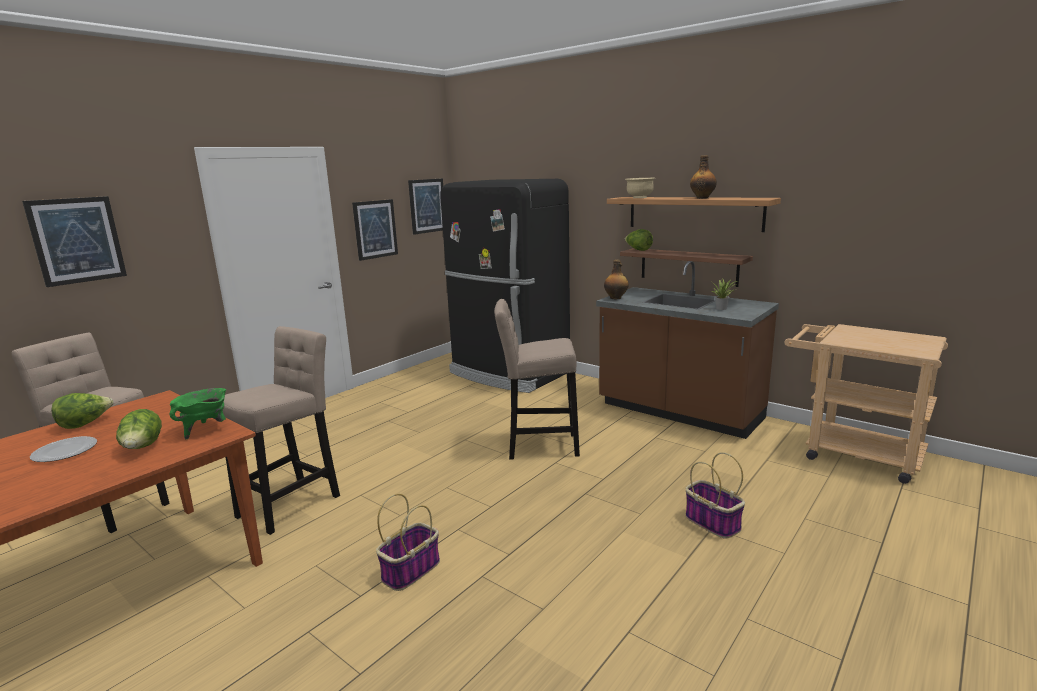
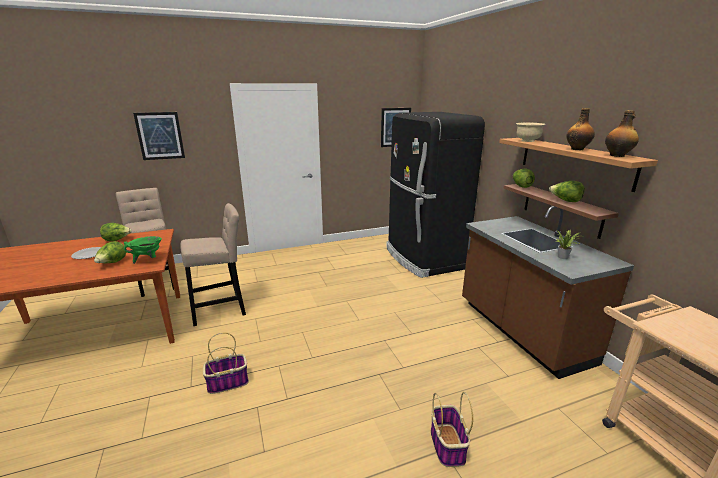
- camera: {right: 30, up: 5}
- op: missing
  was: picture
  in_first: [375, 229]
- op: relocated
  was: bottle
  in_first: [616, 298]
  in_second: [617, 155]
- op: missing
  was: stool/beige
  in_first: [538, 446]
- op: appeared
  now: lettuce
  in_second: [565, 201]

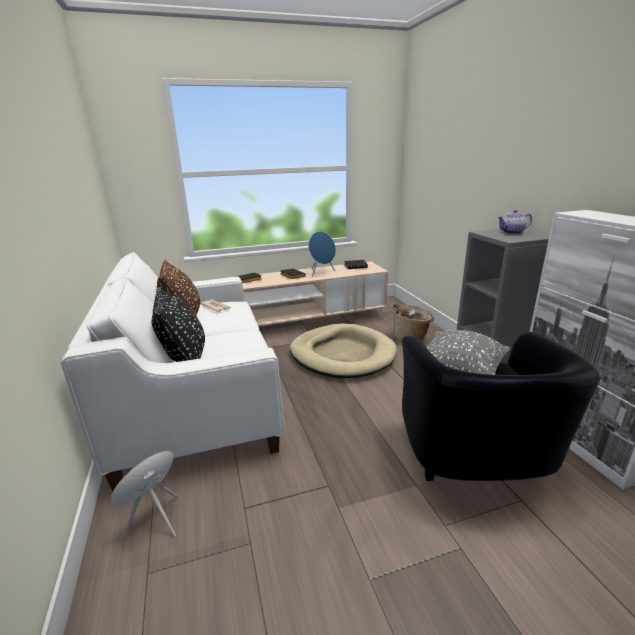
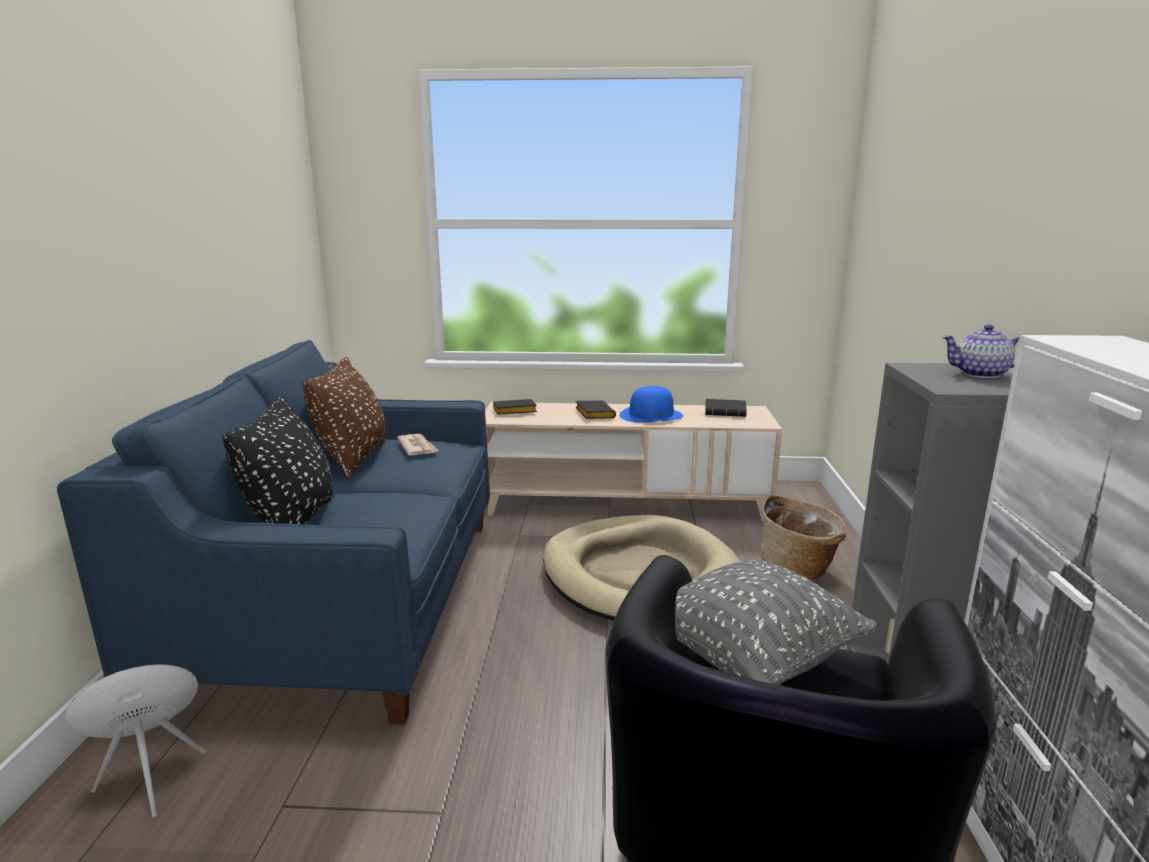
- camera: {right: 20, up: -5}
- op: exchanged
  was: speaker/blue
  now: hat/blue
  in_first: [321, 273]
  in_second: [651, 415]
- op: colour
  was: sofa/white
  now: sofa/blue
  in_first: [196, 400]
  in_second: [346, 601]

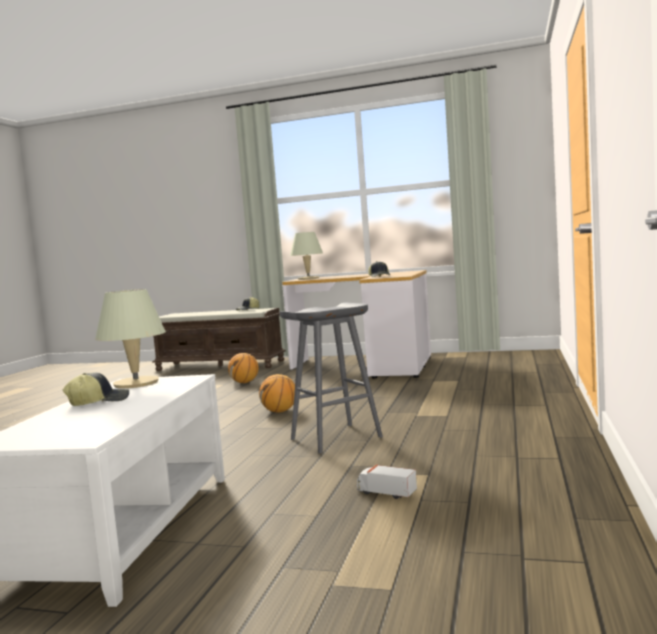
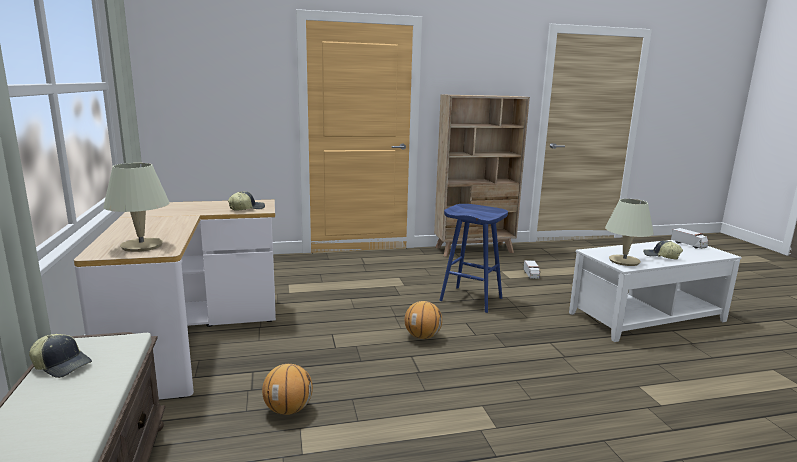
- camera: {right: -120, up: 10}
- op: colour
  was: stool/grey
  now: stool/blue
  in_first: [335, 438]
  in_second: [472, 299]
- op: appeared
  now: bookcase/beige
  in_second: [474, 250]
- op: appeared
  now: toy truck
  in_second: [689, 245]

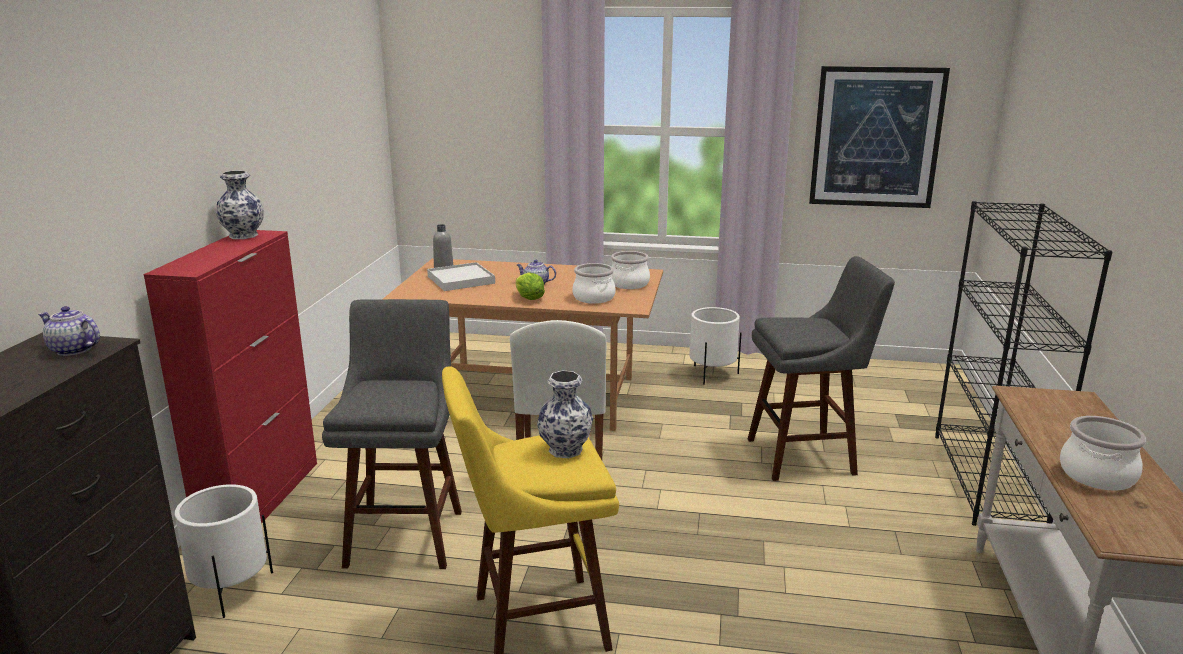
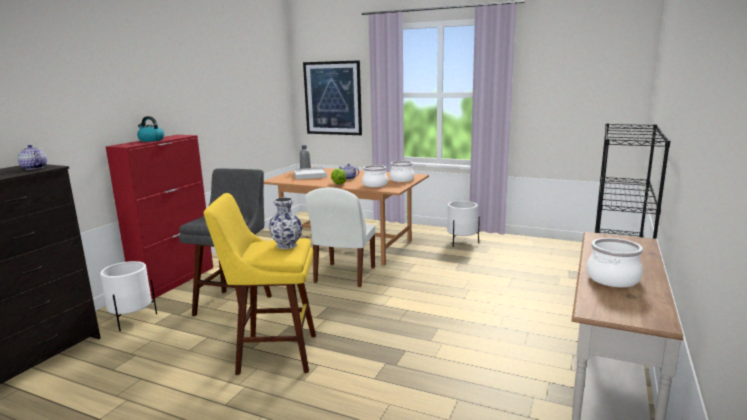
- camera: {right: 15, up: -5}
- op: relocated
  was: picture
  in_first: [876, 137]
  in_second: [332, 98]
- op: missing
  was: vase
  in_first: [243, 236]
- op: missing
  was: stool/grey
  in_first: [806, 456]
- op: appeared
  now: kettle
  in_second: [151, 140]

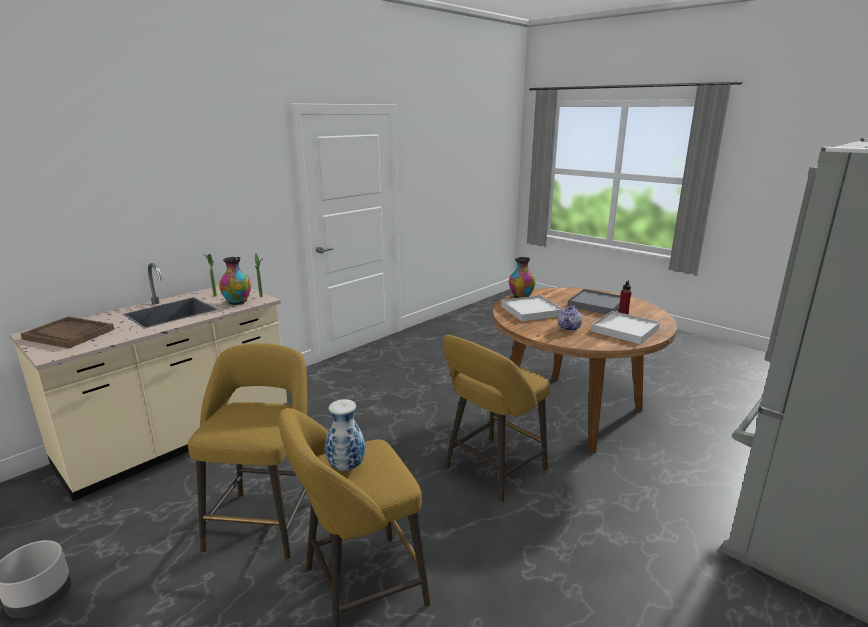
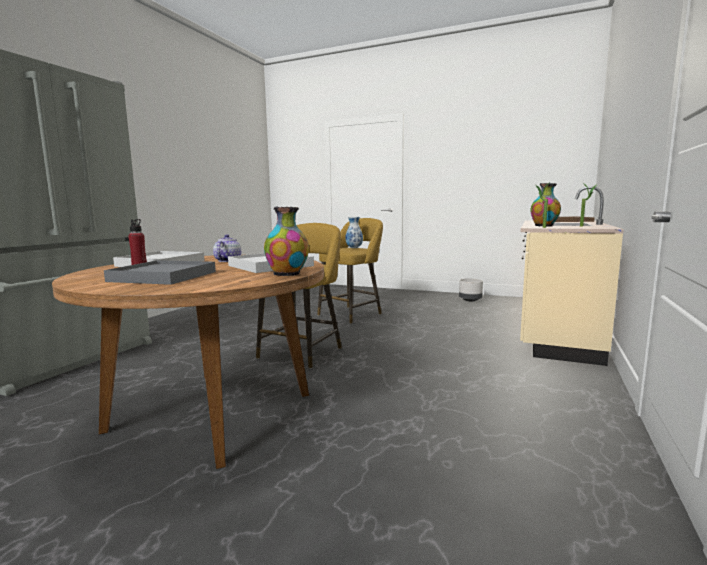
- camera: {right: 160, up: -10}
- op: missing
  was: stool/yellow
  in_first: [265, 520]

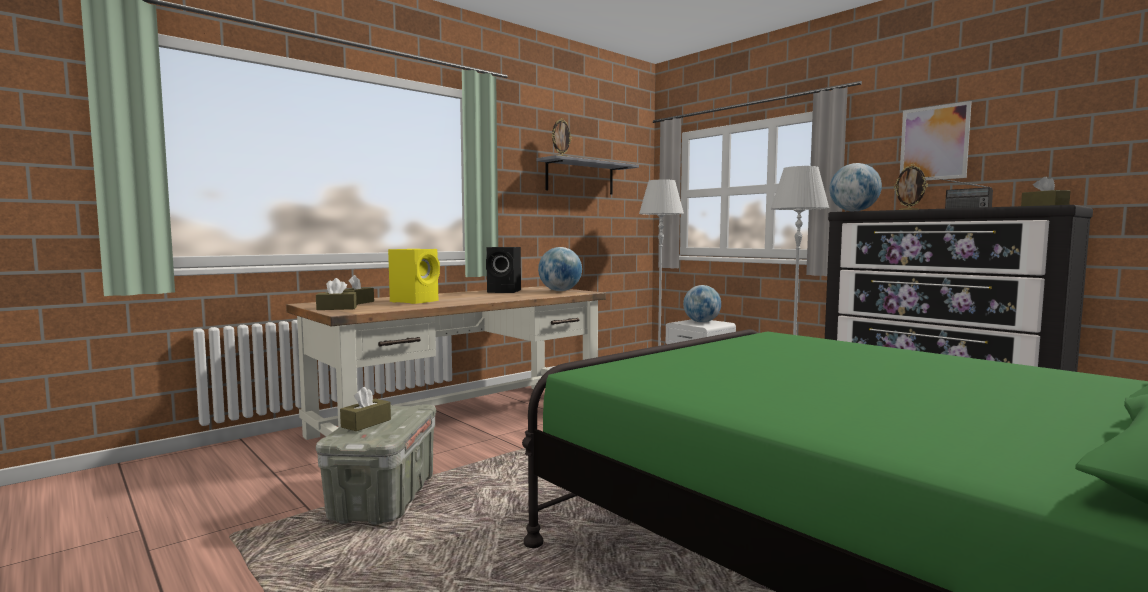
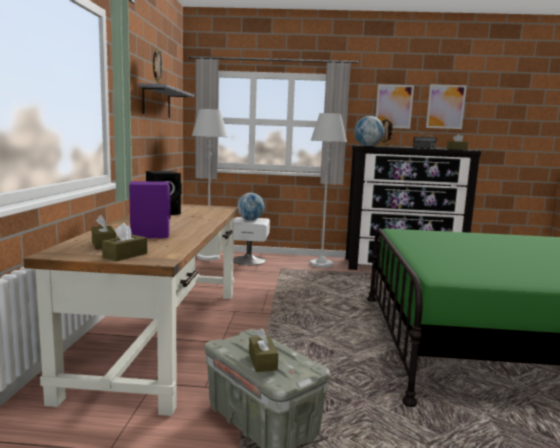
- camera: {right: -45, up: 5}
- op: missing
  was: globe
  in_first: [560, 291]
- op: colour
  was: speaker/yellow
  now: speaker/purple
  in_first: [416, 301]
  in_second: [150, 234]
- op: appeared
  now: picture
  in_second: [445, 106]

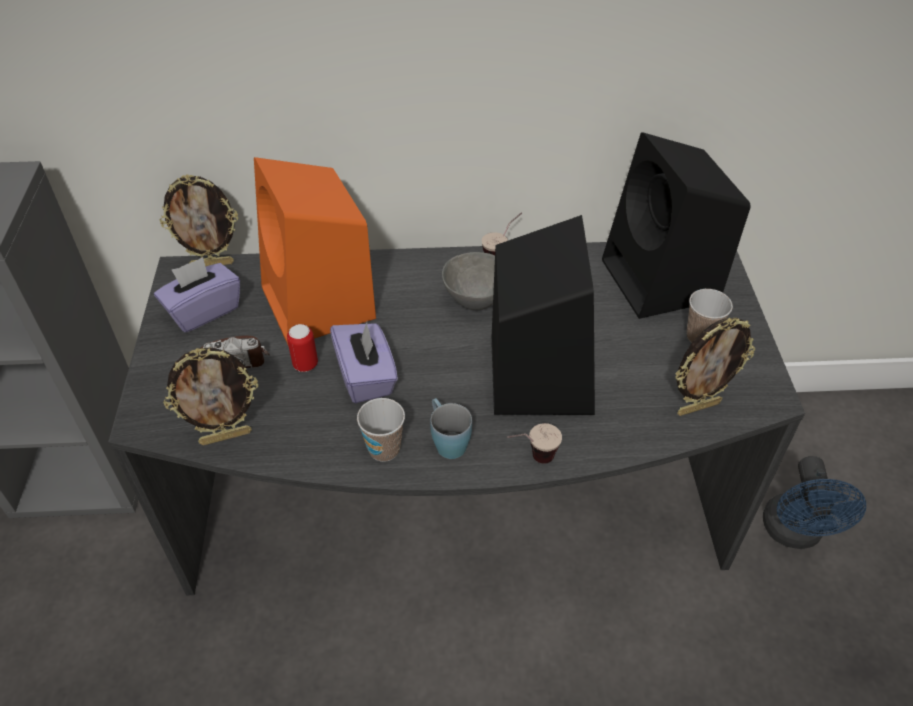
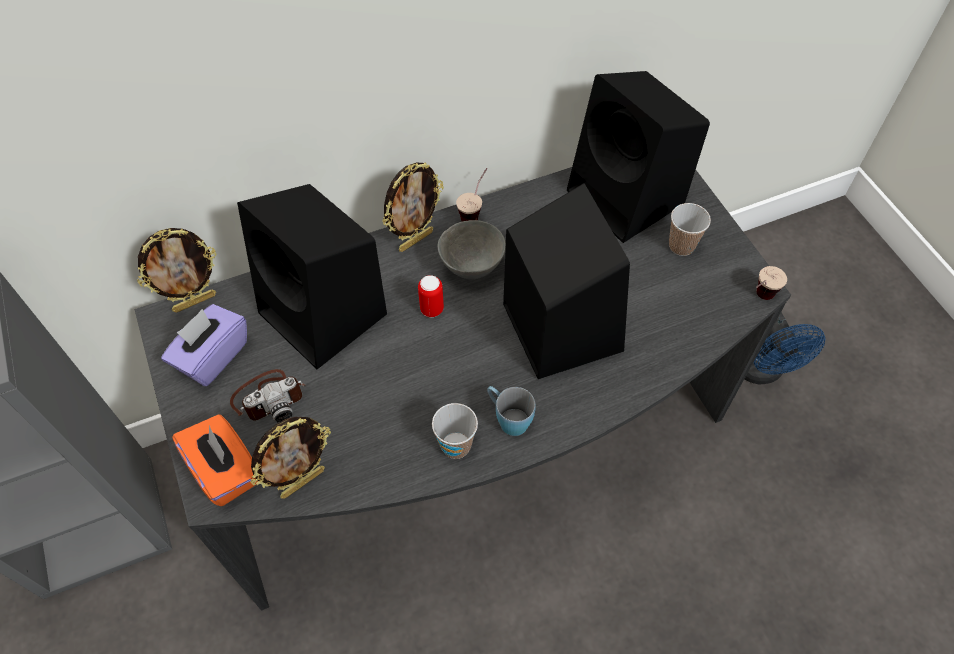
- camera: {right: -20, up: 10}
- op: colour
  was: speaker/orange
  now: speaker/black
  in_first: [320, 304]
  in_second: [326, 315]
- op: relocated
  was: picture frame
  in_first: [698, 407]
  in_second: [415, 240]
- op: missing
  was: tissue box/purple
  in_first: [366, 377]
- op: relocated
  was: can
  in_first: [305, 364]
  in_second: [432, 309]
- op: relocated
  was: cup
  in_first: [531, 459]
  in_second: [758, 299]
- op: appeared
  now: tissue box/orange
  in_second: [225, 470]

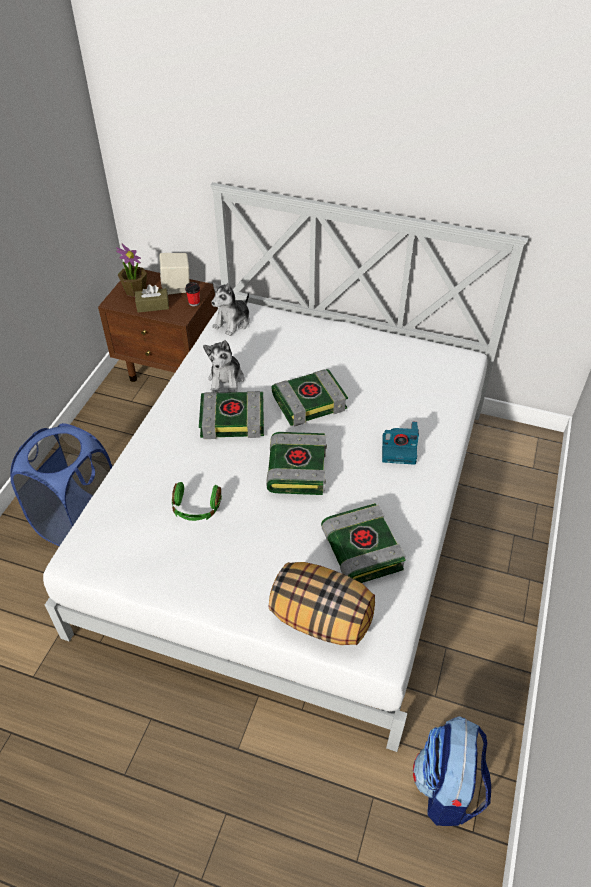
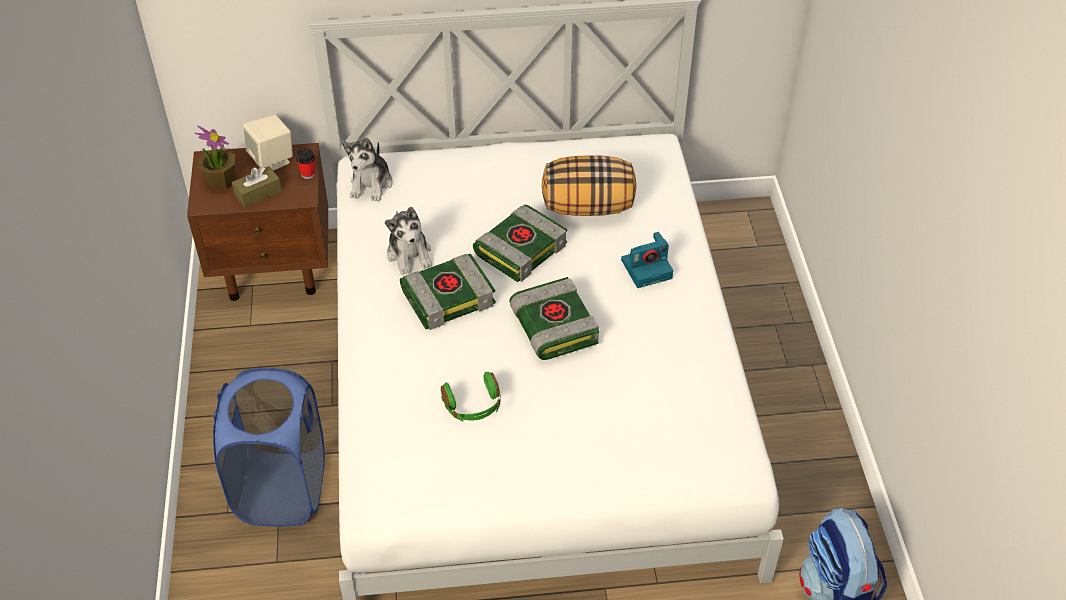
- camera: {right: -25, up: 0}
- op: missing
  was: book
  in_first: [360, 549]
- op: relocated
  was: pillow
  in_first: [321, 618]
  in_second: [588, 206]

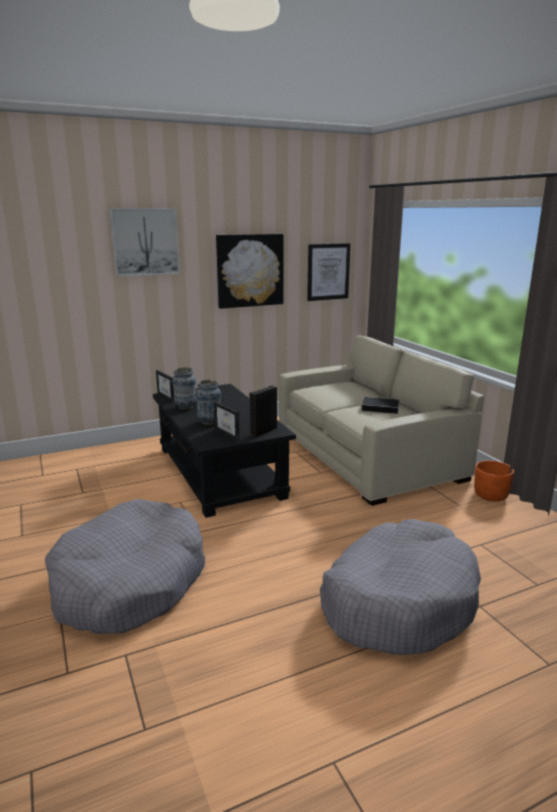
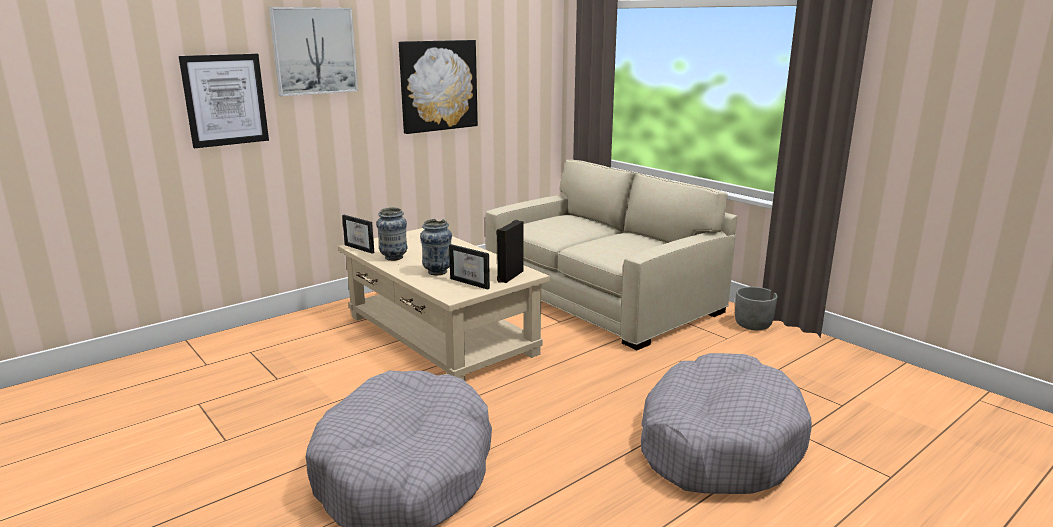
- camera: {right: -15, up: 0}
- op: relocated
  was: picture
  in_first: [328, 272]
  in_second: [225, 100]
- op: colour
  was: coffee table/black
  now: coffee table/beige
  in_first: [219, 472]
  in_second: [440, 335]
- op: missing
  was: book
  in_first: [381, 408]
- op: colour
  was: planter/orange
  now: planter/grey
  in_first: [491, 496]
  in_second: [753, 325]

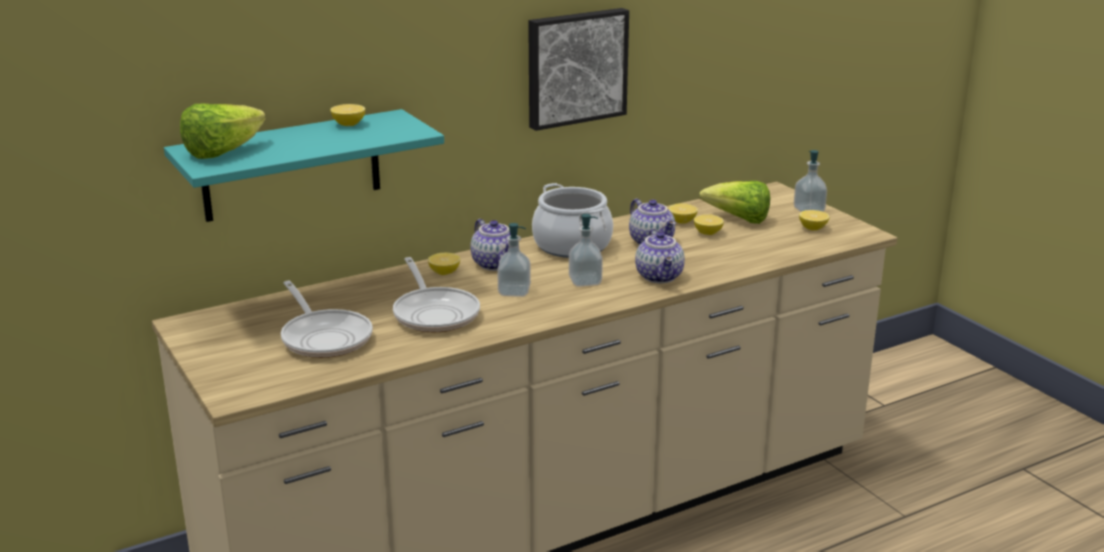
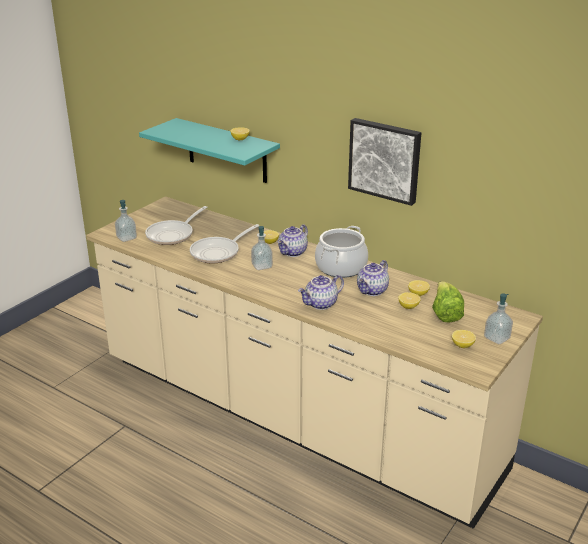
- camera: {right: 65, up: 5}
- op: missing
  was: lettuce
  in_first: [222, 153]
- op: relocated
  was: soap dispenser
  in_first: [585, 281]
  in_second: [126, 238]

